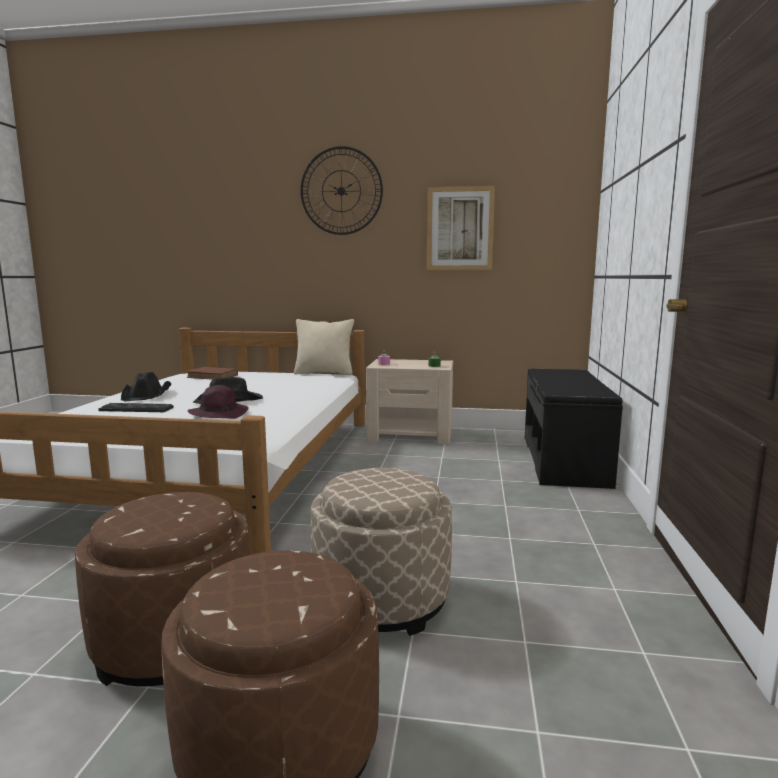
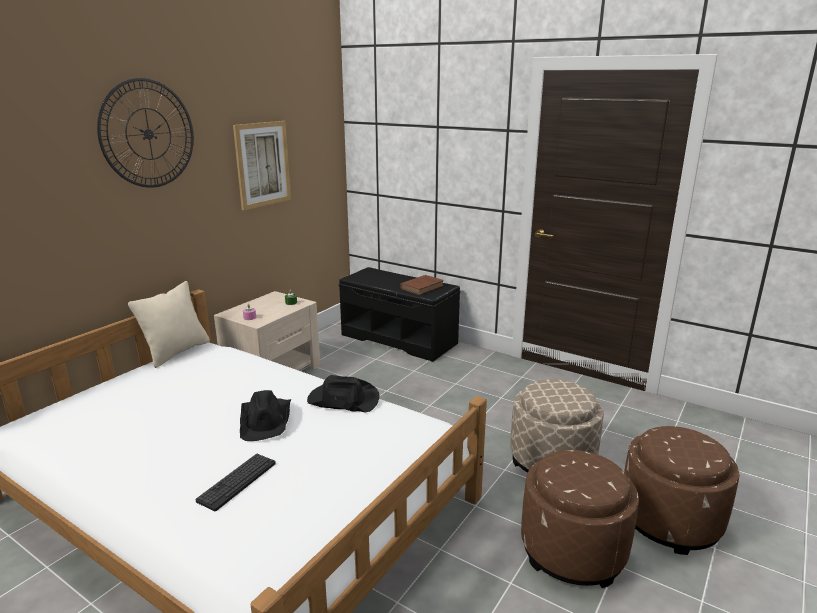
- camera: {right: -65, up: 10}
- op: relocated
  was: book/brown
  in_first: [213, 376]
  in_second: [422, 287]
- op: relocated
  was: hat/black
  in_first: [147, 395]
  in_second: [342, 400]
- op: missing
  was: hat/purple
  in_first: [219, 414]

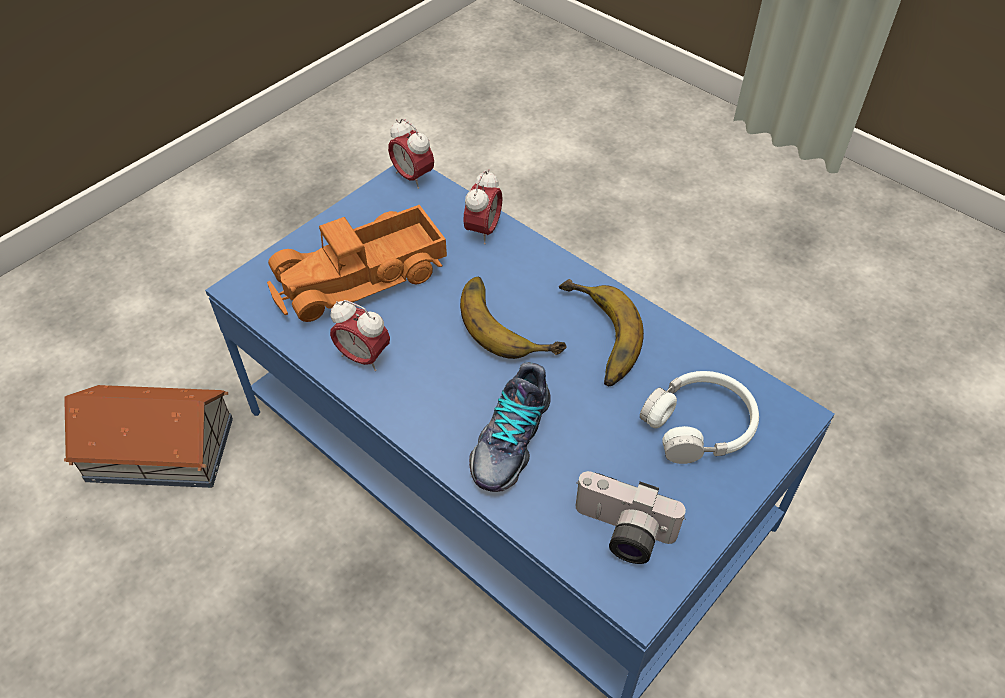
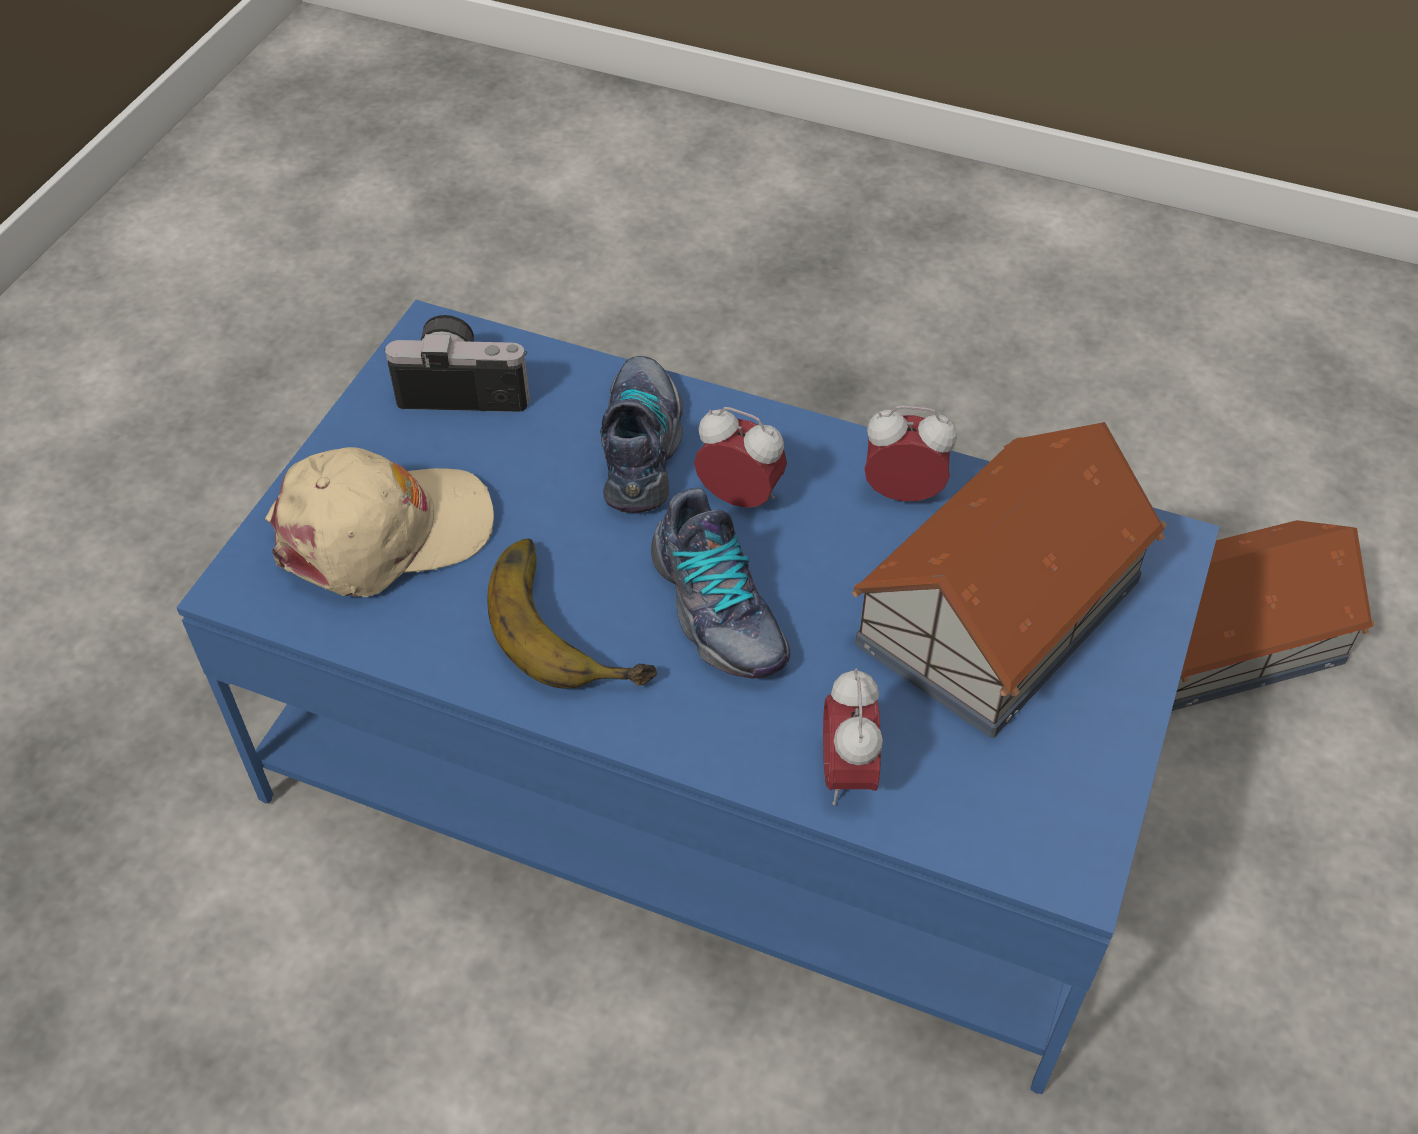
- camera: {right: 160, up: 0}
- op: relocated
  was: alarm clock
  in_first: [413, 177]
  in_second: [740, 498]
- op: exchanged
  was: toy truck
  now: toy house
  in_first: [362, 279]
  in_second: [995, 612]
- op: exchanged
  was: banana
  now: shoe
  in_first: [510, 321]
  in_second: [716, 610]
- op: exchanged
  was: headphones/white
  now: cap/beige
  in_first: [699, 425]
  in_second: [383, 532]

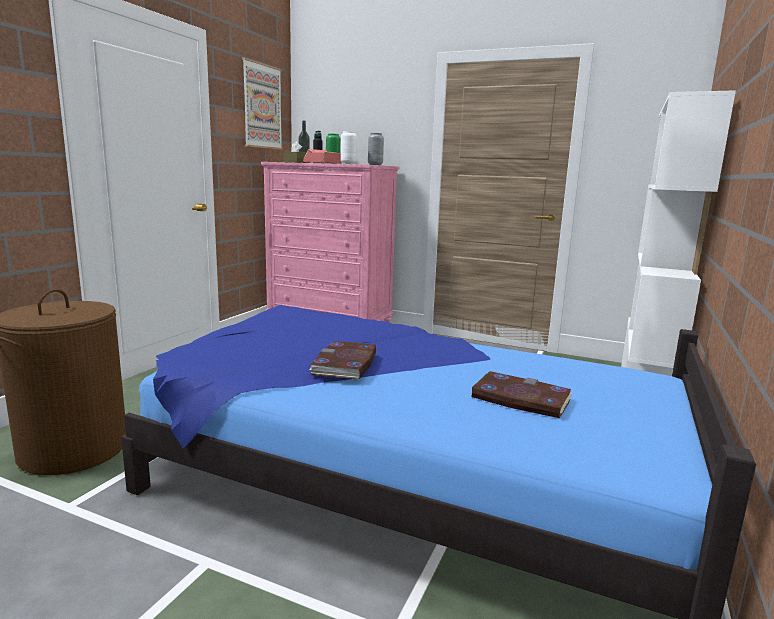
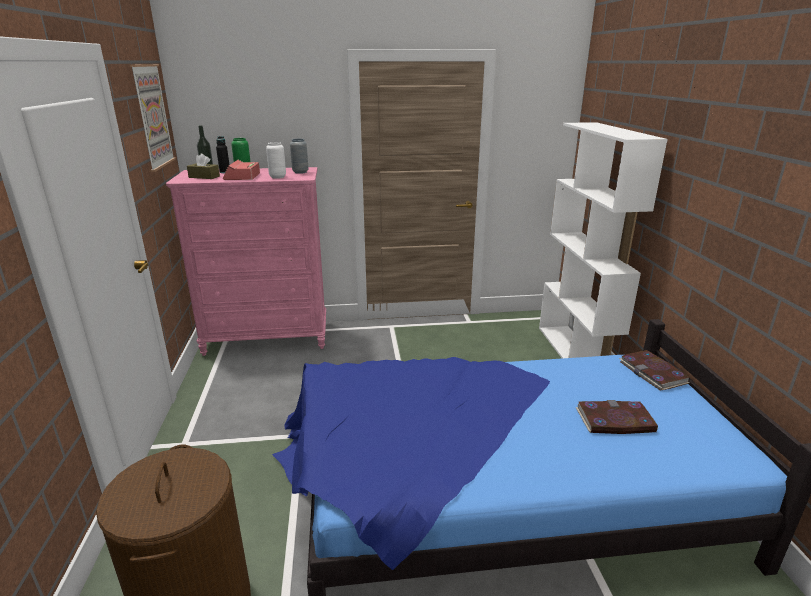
- camera: {right: -30, up: 10}
- op: relocated
  was: book
  in_first: [345, 364]
  in_second: [653, 372]

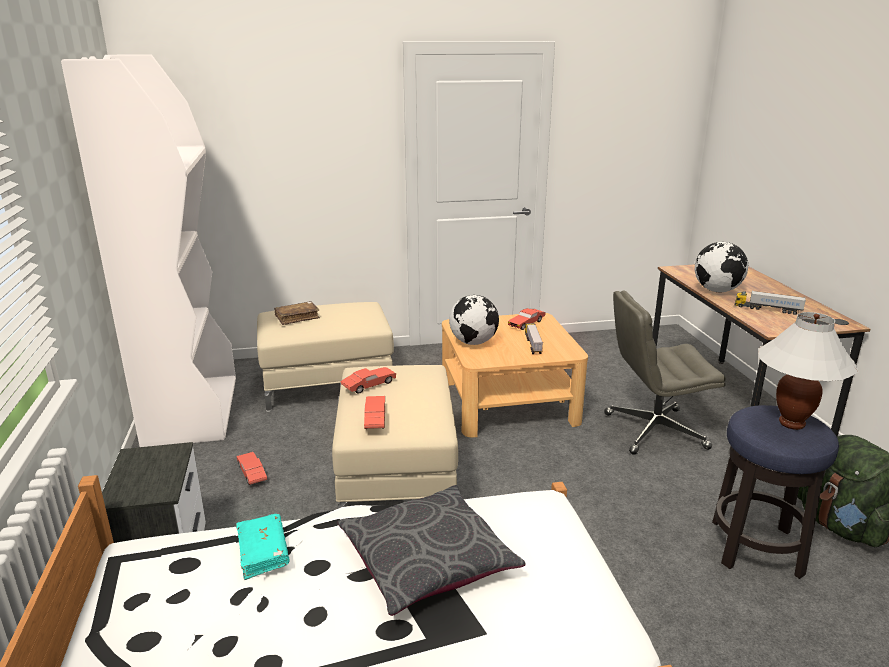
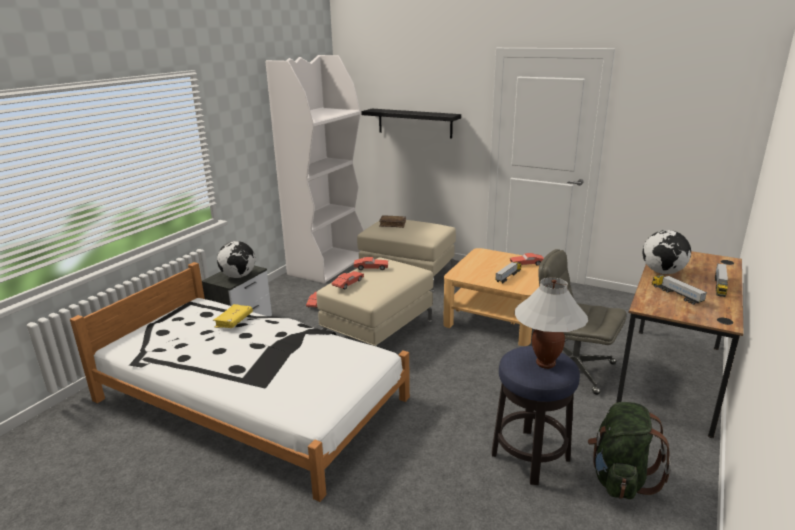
- camera: {right: 40, up: 0}
- op: relocated
  was: globe
  in_first: [473, 342]
  in_second: [238, 276]
- op: missing
  was: pillow/grey
  in_first: [427, 559]
- op: colour
  was: book/turquoise
  now: book/yellow
  in_first: [263, 552]
  in_second: [234, 321]
- op: appeared
  now: shelf/black
  in_second: [414, 123]
- op: appeared
  now: toy truck
  in_second: [719, 286]

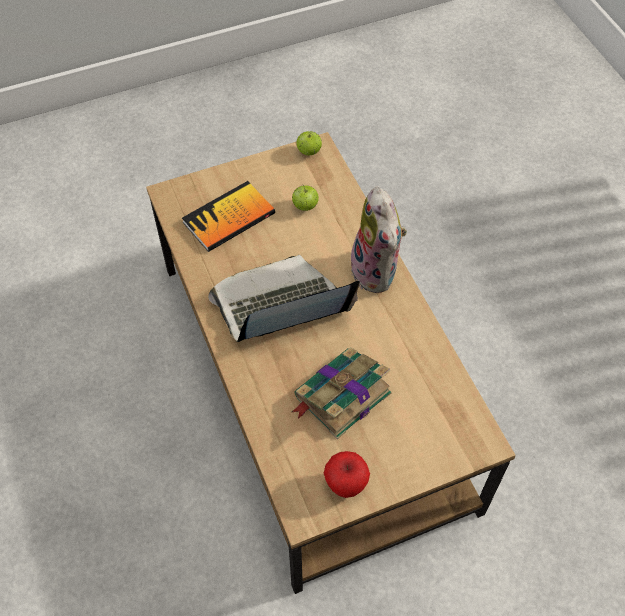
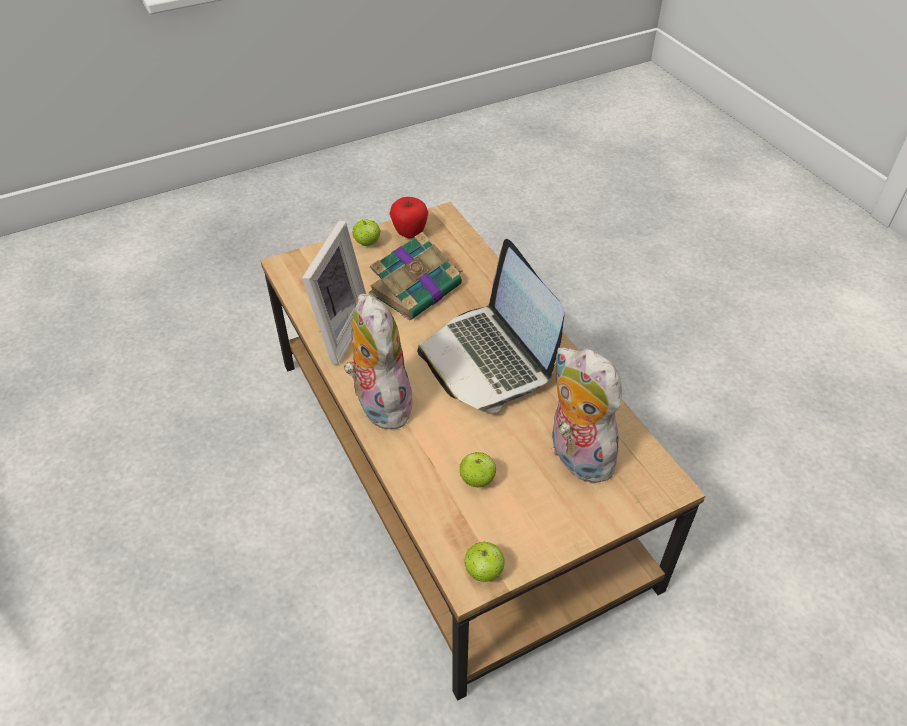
- camera: {right: 175, up: -10}
- op: exchanged
  was: book
  now: plush toy
  in_first: [229, 218]
  in_second: [575, 456]
- op: spun
  was: laptop
  in_first: [280, 307]
  in_second: [489, 359]
  clockwise: 90
- op: appeared
  now: picture frame
  in_second: [335, 331]
- op: appeared
  now: apple
  in_second: [367, 243]

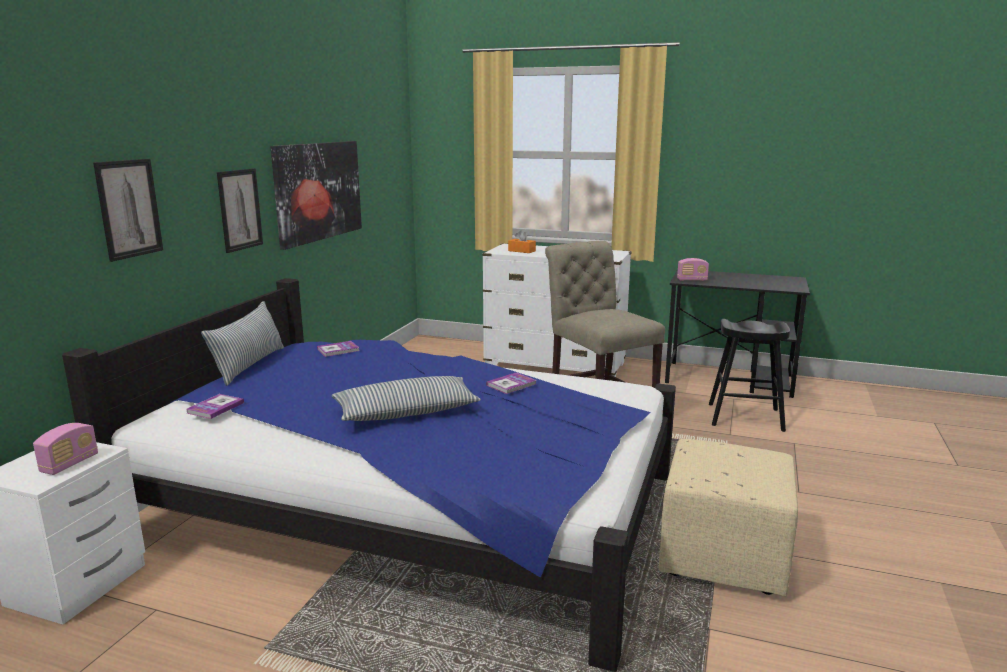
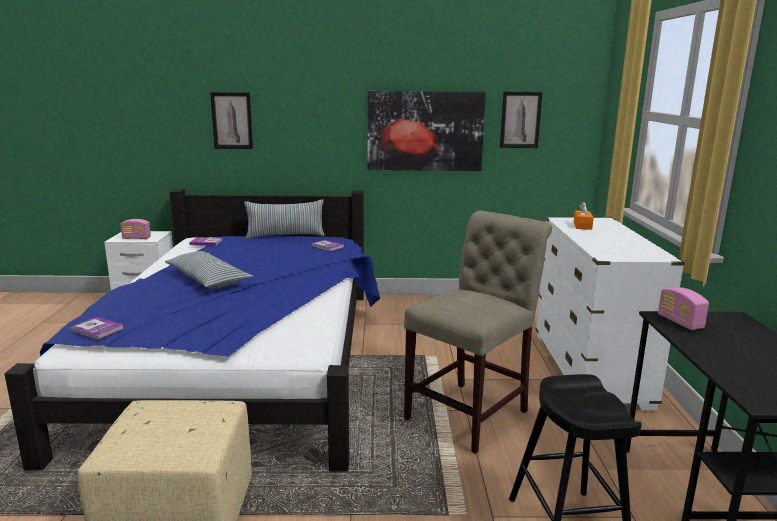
- camera: {right: 70, up: 0}
- op: relocated
  was: picture
  in_first: [240, 209]
  in_second: [520, 120]
- op: relocated
  was: book
  in_first: [511, 384]
  in_second: [97, 329]

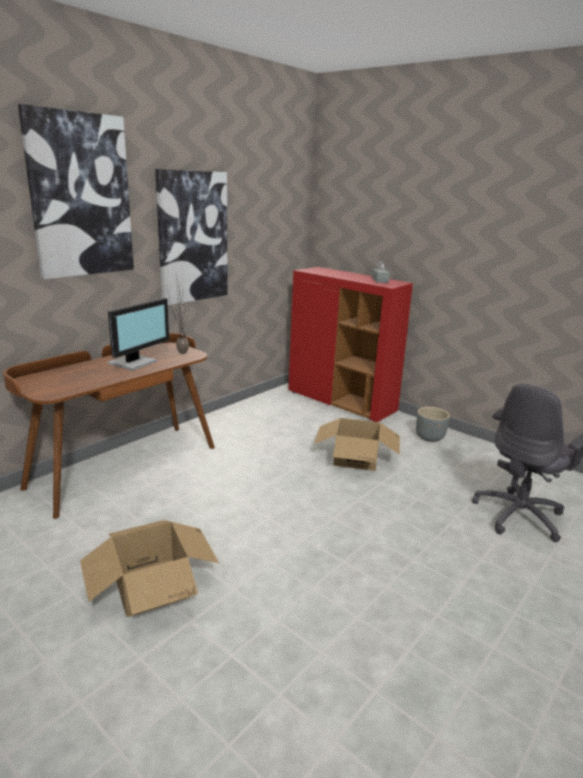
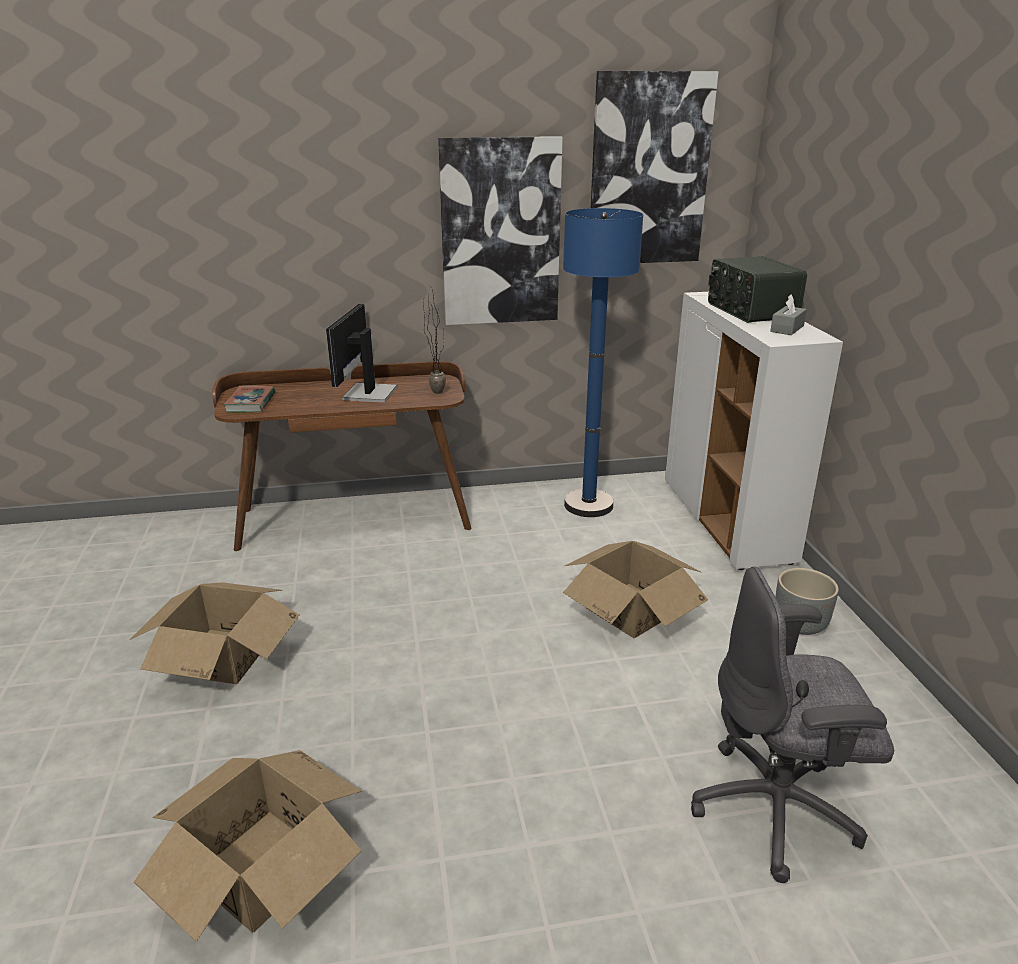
- camera: {right: 40, up: 5}
- op: relocated
  was: picture
  in_first: [80, 196]
  in_second: [649, 171]
- op: colour
  was: cabinet/red
  now: cabinet/white
  in_first: [341, 402]
  in_second: [727, 521]
- op: spun
  was: monitor
  in_first: [135, 362]
  in_second: [367, 393]
  clockwise: 120
- op: appeared
  now: floor lamp/blue
  in_second: [588, 505]
- op: appeared
  now: radio
  in_second: [750, 311]
- op: appeared
  now: book
  in_second: [250, 403]
- op: appeared
  now: cardboard box
  in_second: [261, 867]

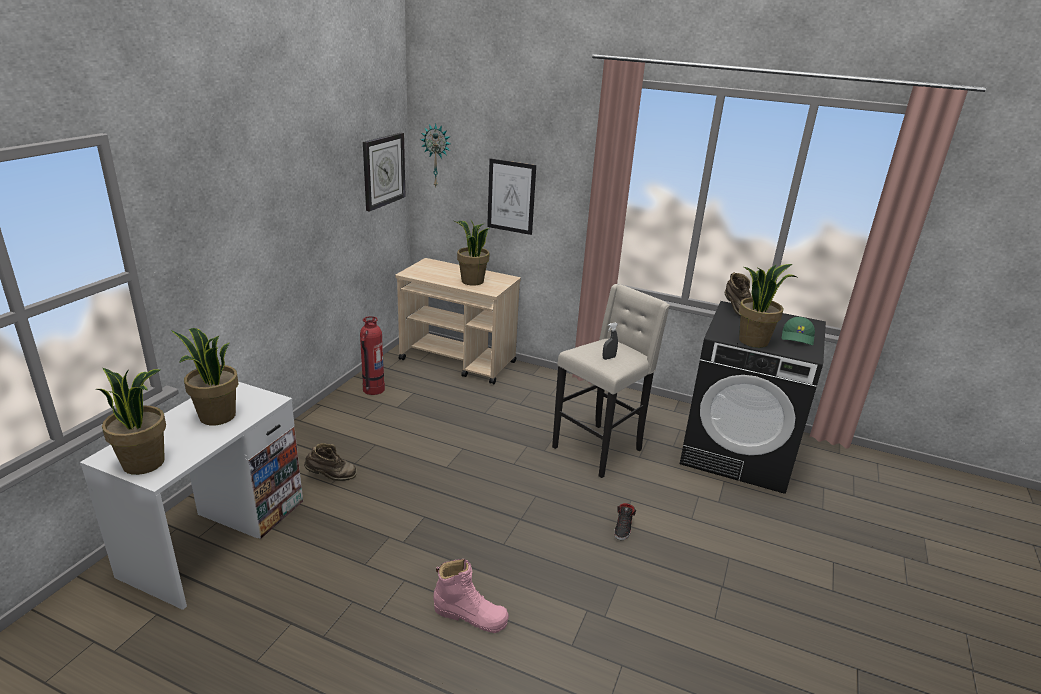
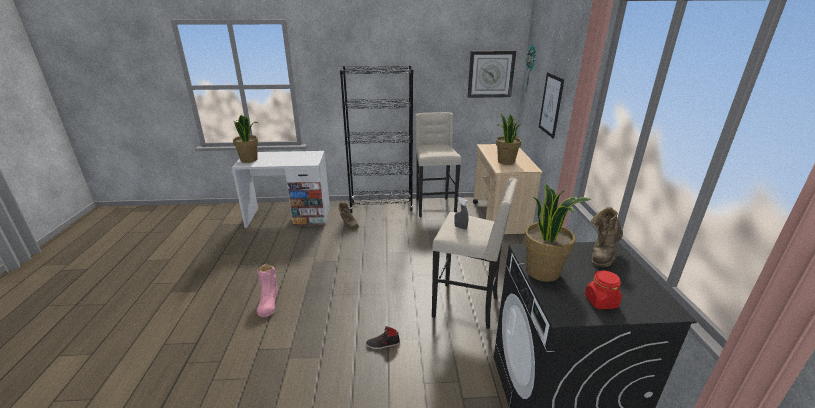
- camera: {right: 65, up: 0}
- op: exchanged
  was: fire extinguisher
  now: stool/beige
  in_first: [373, 389]
  in_second: [434, 207]
- op: exchanged
  was: cap/green
  now: jar/red
  in_first: [798, 337]
  in_second: [600, 301]
- op: missing
  was: potted plant
  in_first: [216, 416]
- op: appeared
  now: bookcase/black
  in_second: [381, 206]

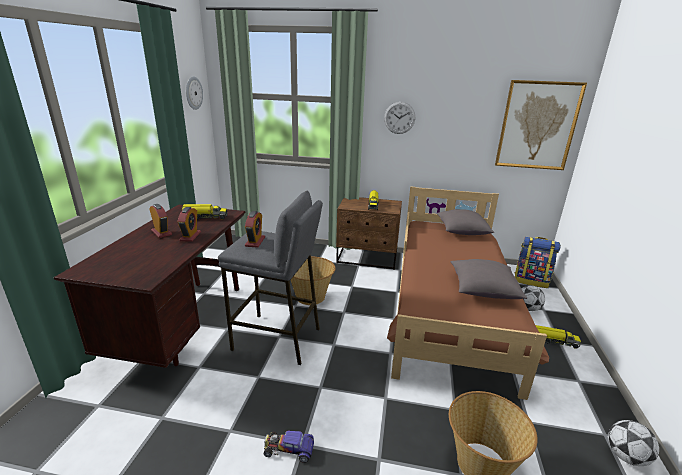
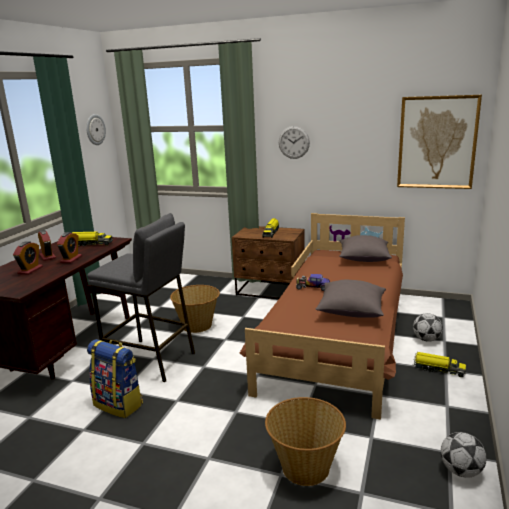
- camera: {right: 10, up: -5}
- op: relocated
  was: alarm clock
  in_first: [255, 242]
  in_second: [30, 270]
- op: relocated
  was: backpack
  in_first: [531, 281]
  in_second: [119, 404]
- op: relocated
  was: toy car
  in_first: [288, 449]
  in_second: [312, 287]

